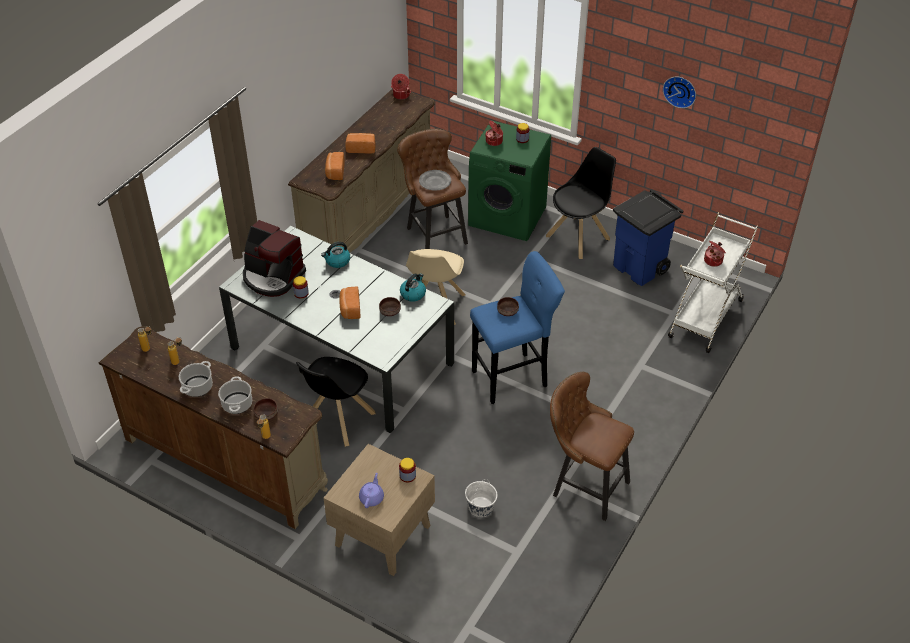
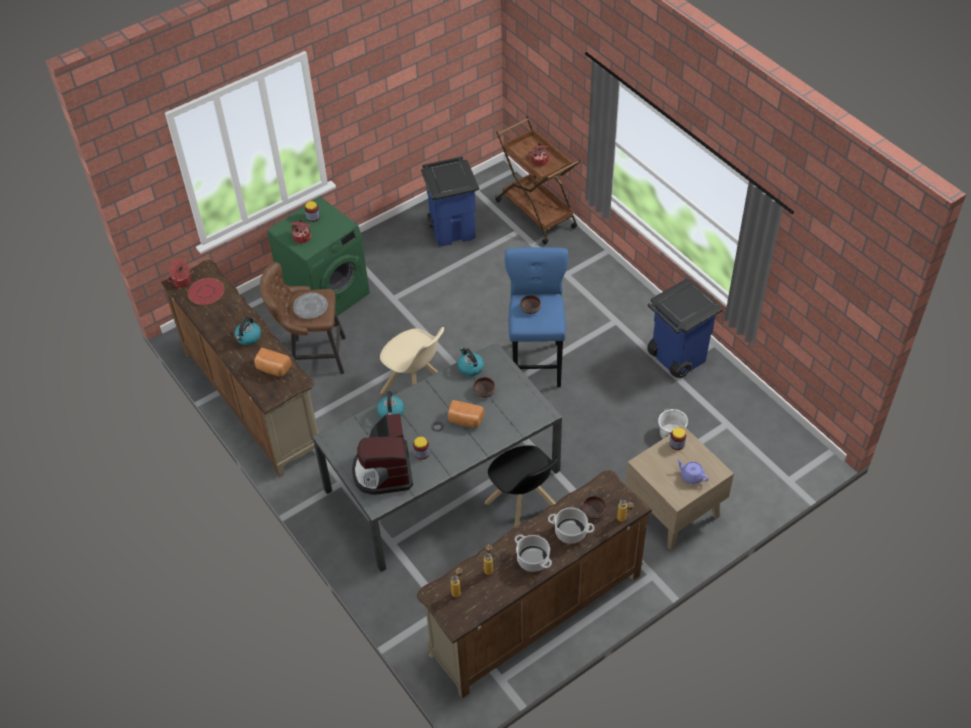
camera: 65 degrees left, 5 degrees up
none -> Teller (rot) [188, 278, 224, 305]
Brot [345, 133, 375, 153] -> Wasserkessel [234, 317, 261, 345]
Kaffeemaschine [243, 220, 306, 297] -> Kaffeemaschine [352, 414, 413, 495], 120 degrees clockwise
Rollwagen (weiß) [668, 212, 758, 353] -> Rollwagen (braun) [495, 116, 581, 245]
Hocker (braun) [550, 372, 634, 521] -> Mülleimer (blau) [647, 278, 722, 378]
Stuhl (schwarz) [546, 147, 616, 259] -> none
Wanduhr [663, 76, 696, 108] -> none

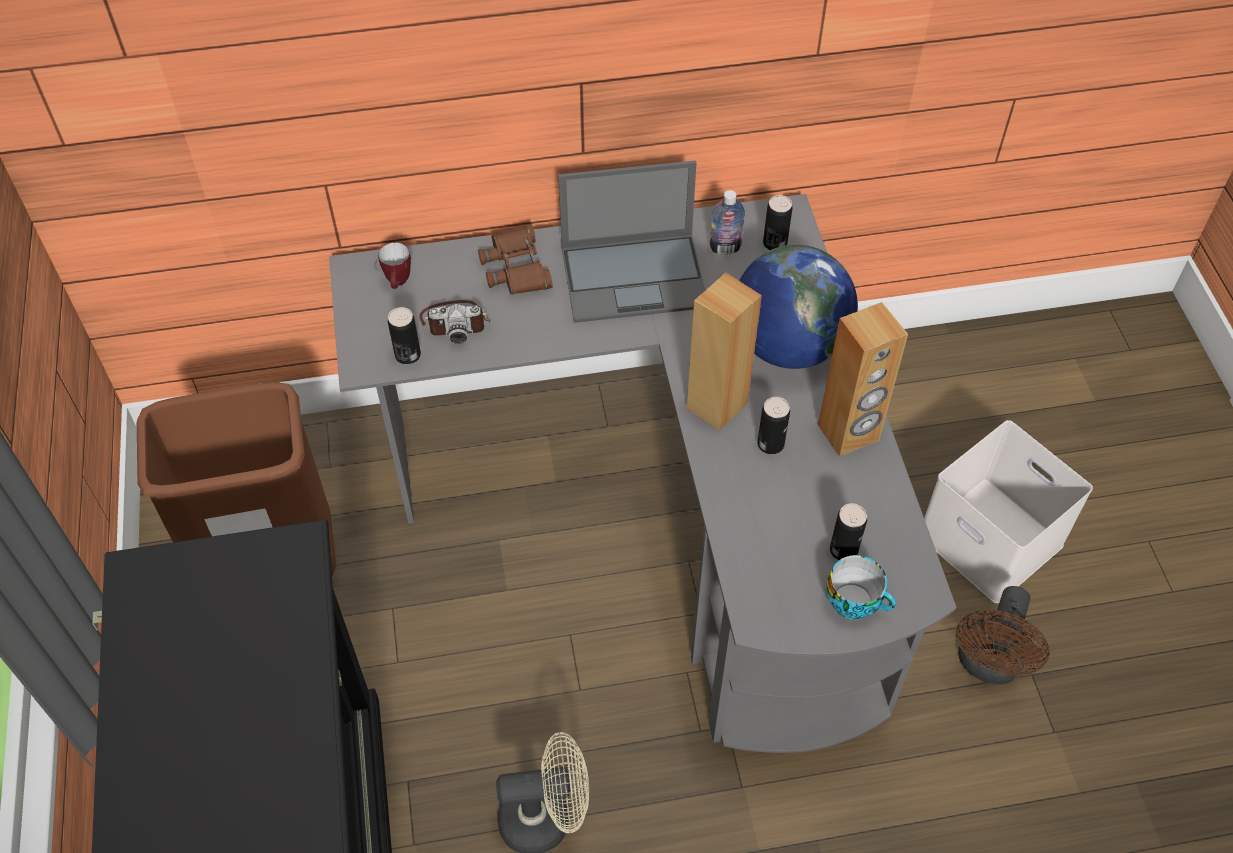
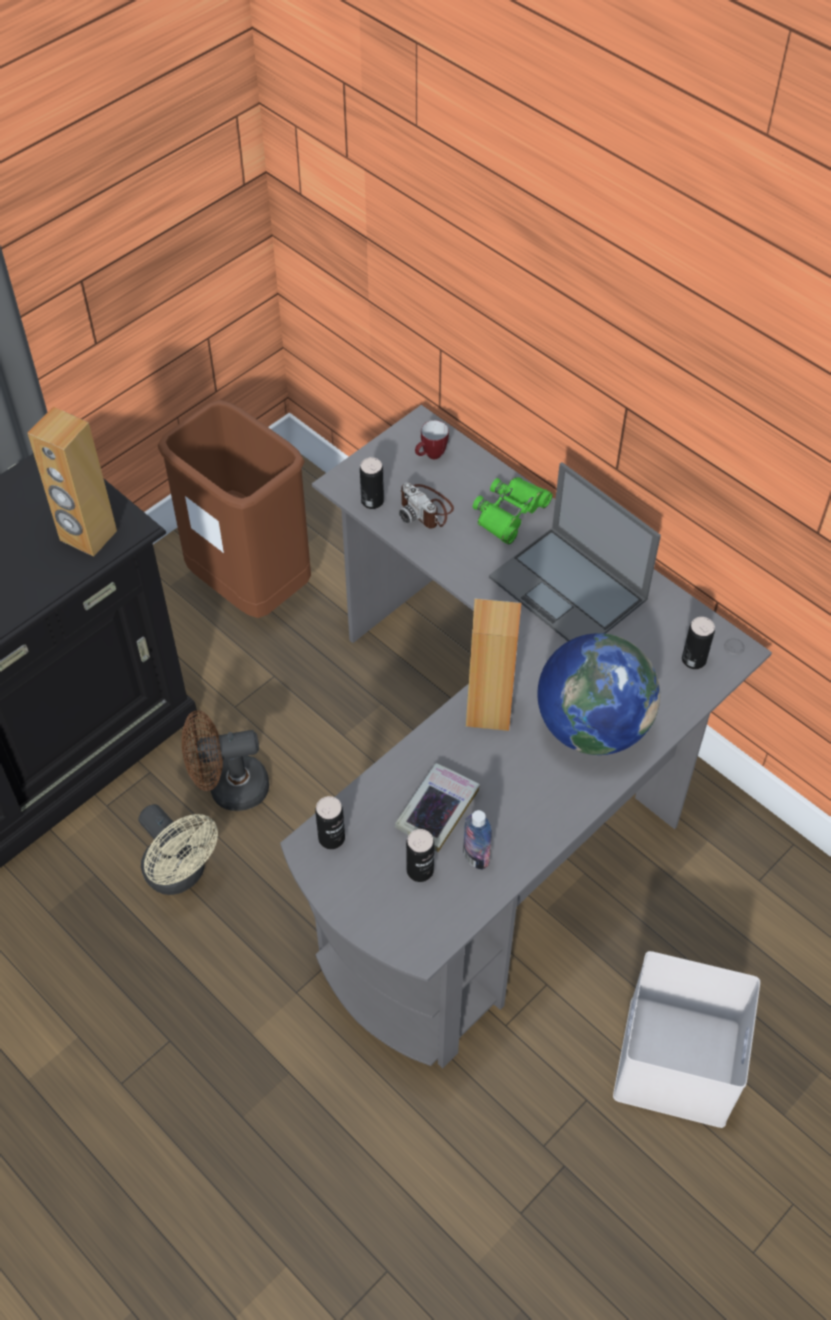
camera: 55 degrees right, 0 degrees up
Lautsprecher (braun) [818, 302, 908, 457] -> Lautsprecher (braun) [28, 407, 117, 557], shifted
Ventilator (braun) [956, 586, 1050, 684] -> Ventilator (braun) [182, 710, 269, 811], shifted
Dose [757, 397, 790, 454] -> Dose [315, 796, 345, 849], shifted
none -> Buch [395, 763, 480, 852]
Flasche [710, 190, 745, 255] -> Flasche [463, 810, 492, 870], shifted
Fernglas (braun) [478, 224, 553, 295] -> Fernglas (grün) [473, 477, 553, 545]
Tasse [826, 555, 896, 620] -> none

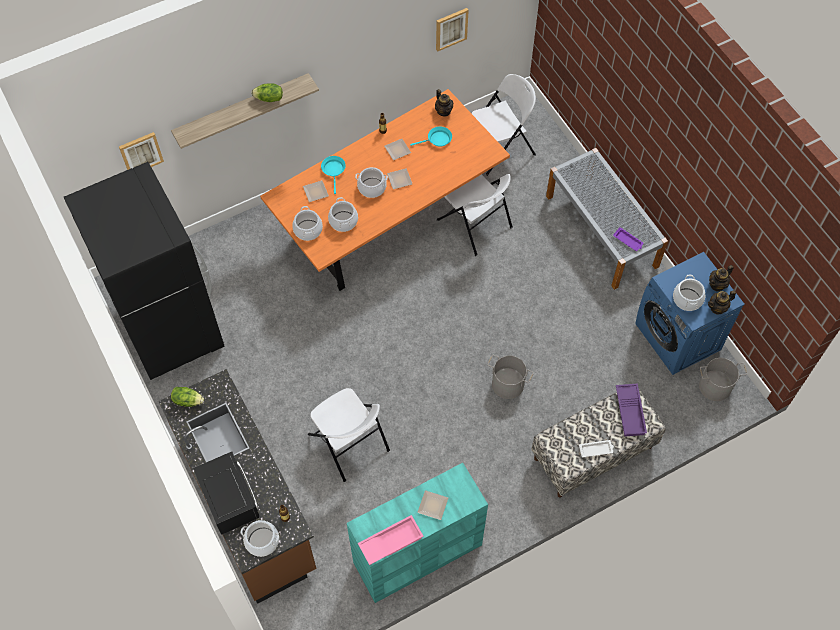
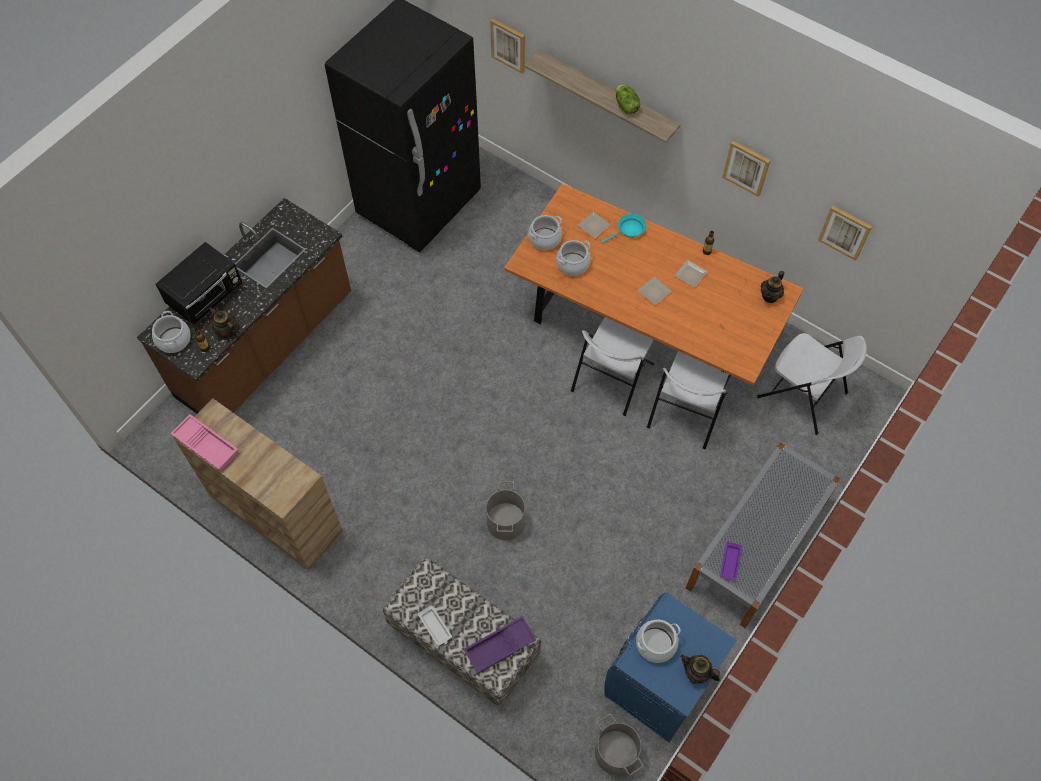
camera: 65 degrees right, 0 degrees up
Bücherregal (türkis) [347, 463, 488, 603] -> Bücherregal (braun) [174, 399, 343, 570]
Teekanne [708, 290, 736, 314] -> Teekanne [209, 308, 238, 339], shifted
Stuhl (weiß) [308, 388, 390, 482] -> Stuhl (weiß) [571, 317, 655, 417], shifted
none -> Bild [722, 141, 771, 197]
Salatkopf [171, 387, 204, 407] -> none
Kochtopf [355, 167, 388, 198] -> none
Pfanne (türkis) [410, 126, 452, 147] -> none
Teller [417, 490, 448, 520] -> none

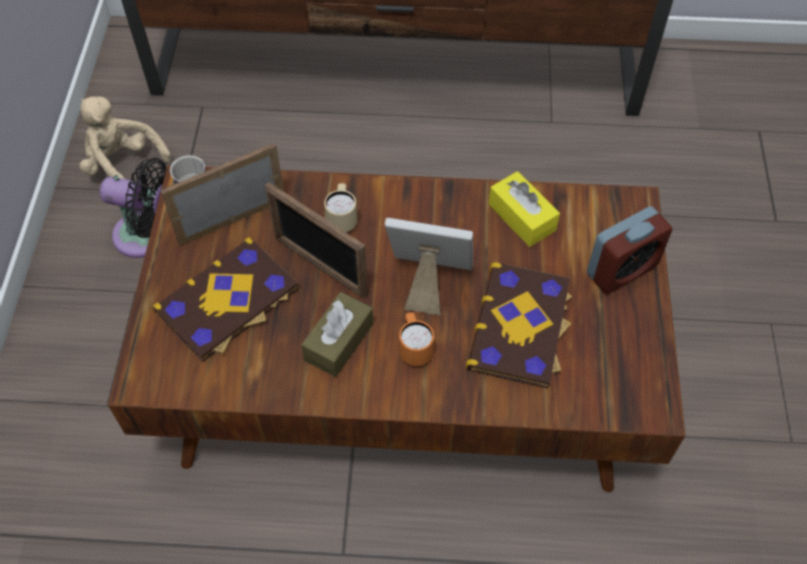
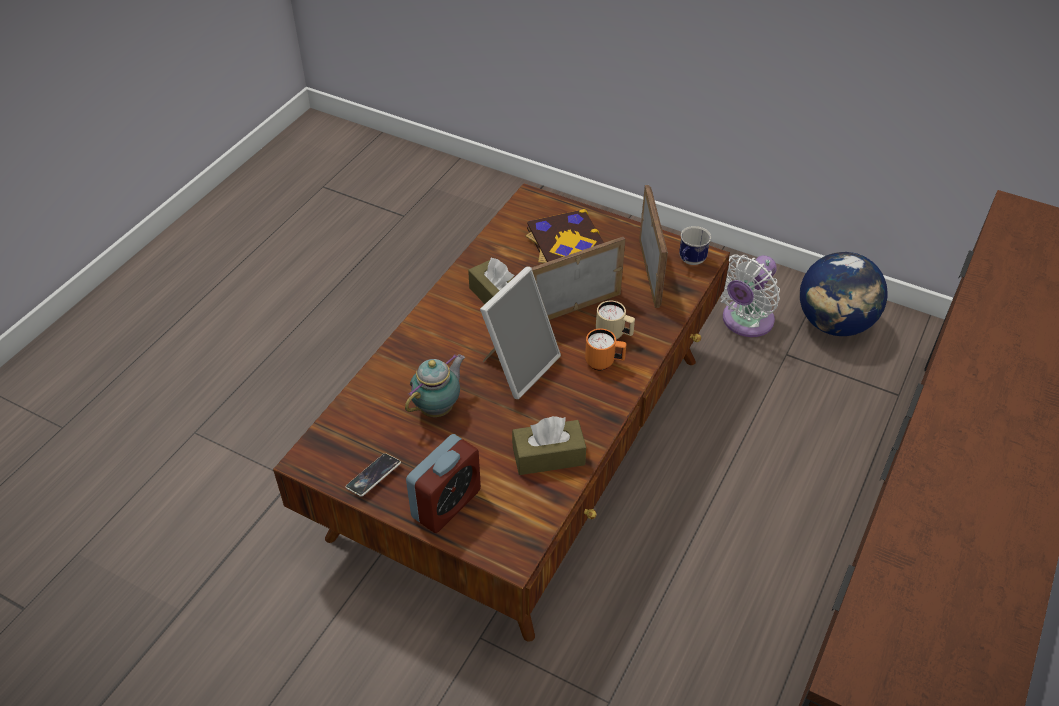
camera: 115 degrees right, 10 degrees down
none -> Handy [346, 453, 401, 497]
Buch [466, 262, 572, 388] -> Teekanne [405, 354, 465, 417]
Wecker [587, 206, 673, 295] -> Wecker [406, 434, 481, 533], 135 degrees counterclockwise
Taschentuchbox (gelb) [489, 171, 560, 247] -> Taschentuchbox (braun) [512, 416, 586, 475]
Henkelbecher (orange) [399, 312, 434, 366] -> Henkelbecher (orange) [585, 328, 626, 370], shifted
Ventilator (schwarz) [100, 158, 167, 258] -> Ventilator (weiß) [720, 254, 780, 337]
Plüschtier (beige) [79, 96, 172, 179] -> Globus [800, 252, 888, 336]

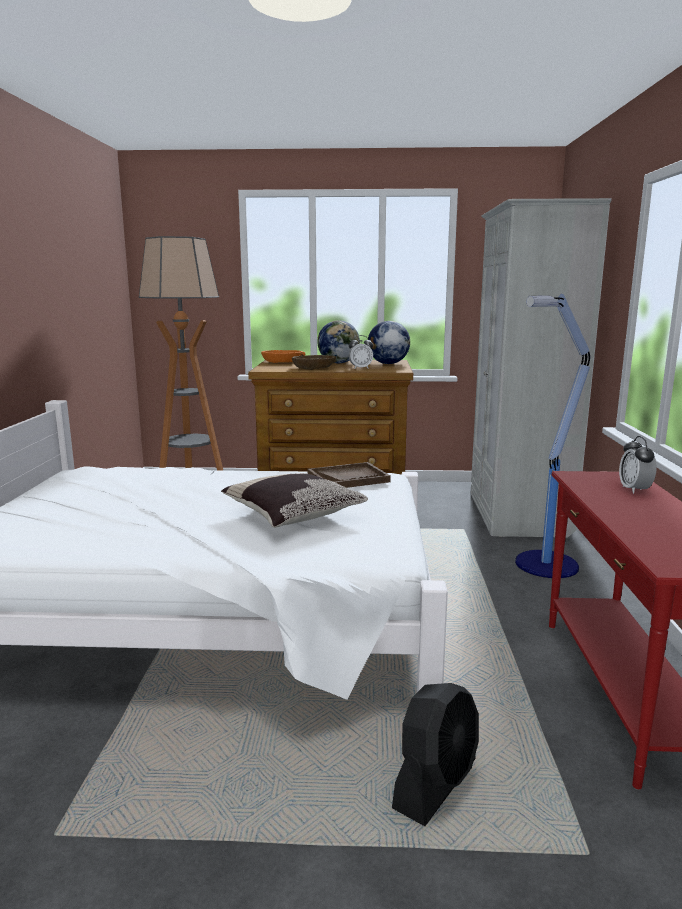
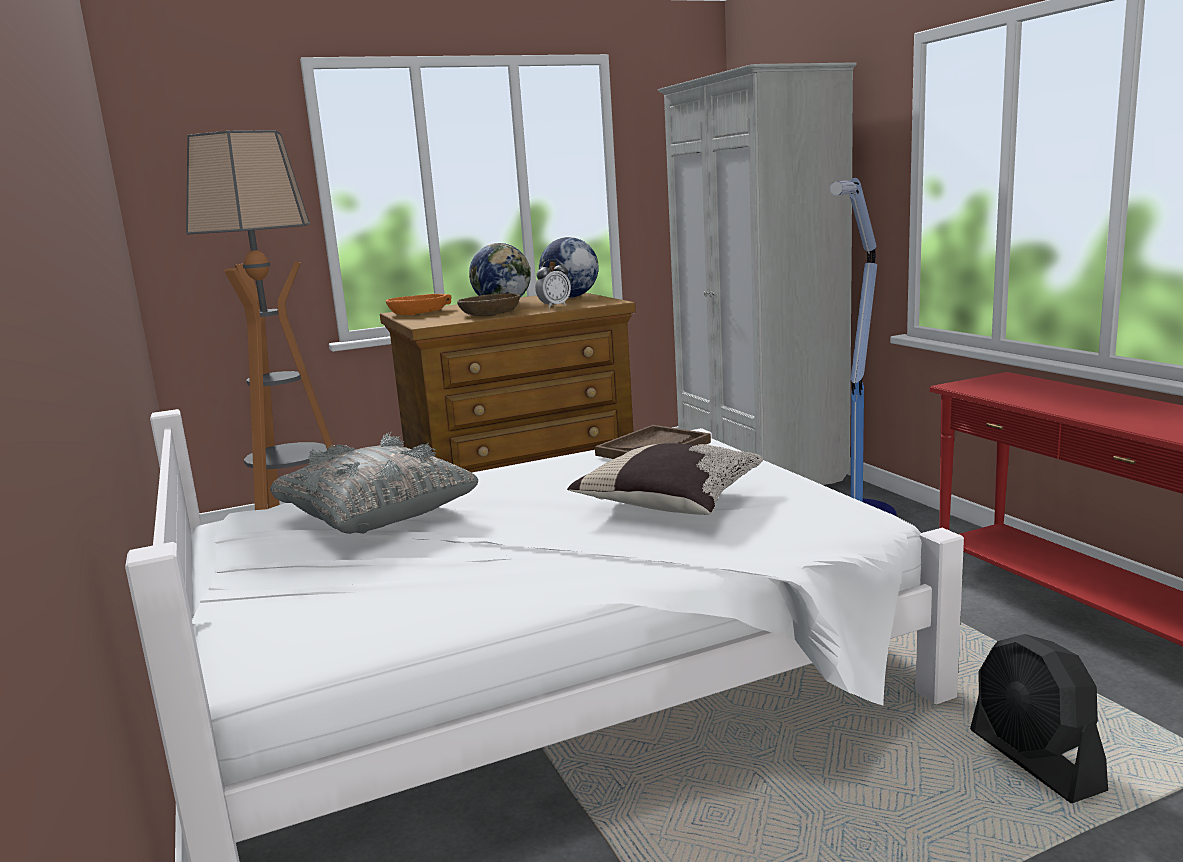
camera: 25 degrees left, 0 degrees up
none -> Kissen (grau) [270, 431, 478, 534]
Ventilator (schwarz) [392, 683, 479, 826] -> Ventilator (schwarz) [970, 634, 1108, 803], 150 degrees clockwise
Wecker [619, 436, 657, 494] -> none

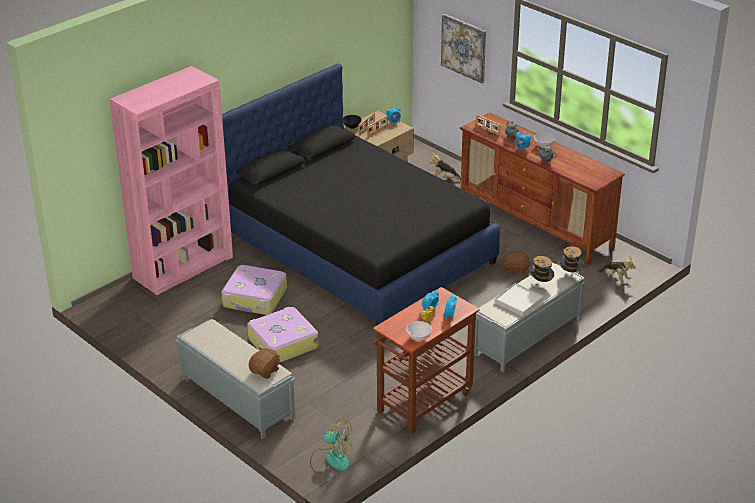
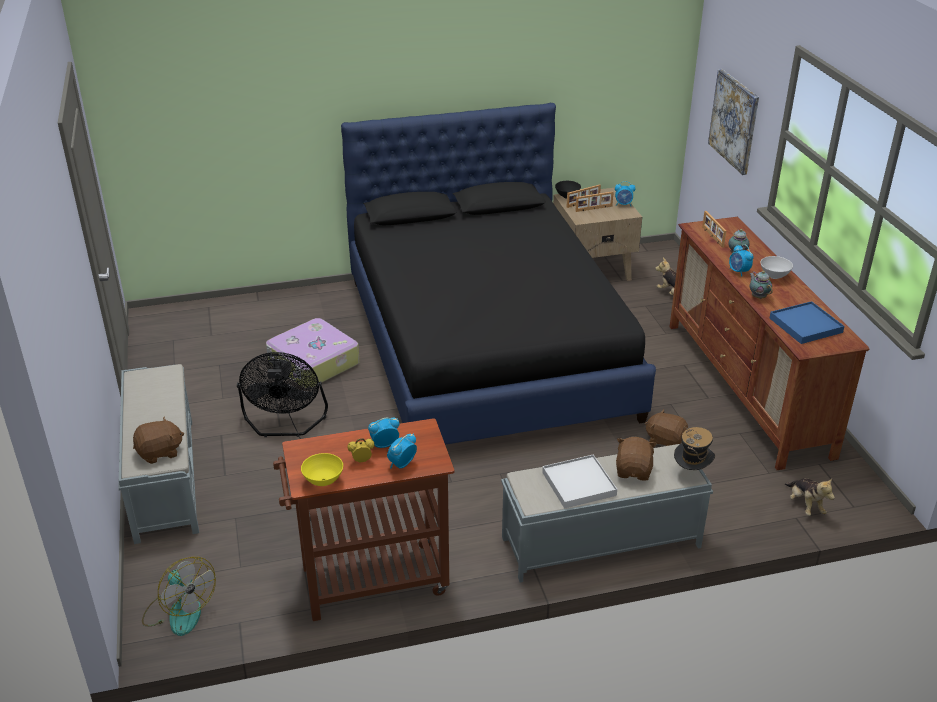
camera: 30 degrees right, 0 degrees up
Koffer [247, 307, 318, 363] -> Ventilator (schwarz) [237, 352, 328, 439]
Schüssel (weiß) [406, 321, 432, 341] -> Schüssel (gelb) [301, 453, 343, 486]
Hut [529, 256, 554, 282] -> Plüschtier (braun) [616, 437, 657, 481]
none -> Tablett (blau) [770, 301, 845, 344]
Bücherregal (rosa) [110, 66, 233, 295] -> none

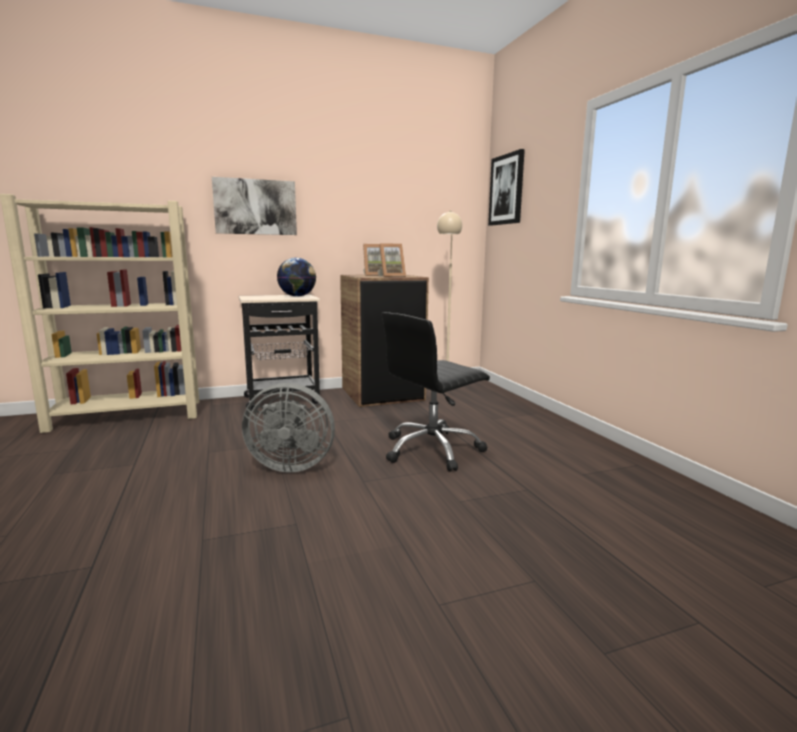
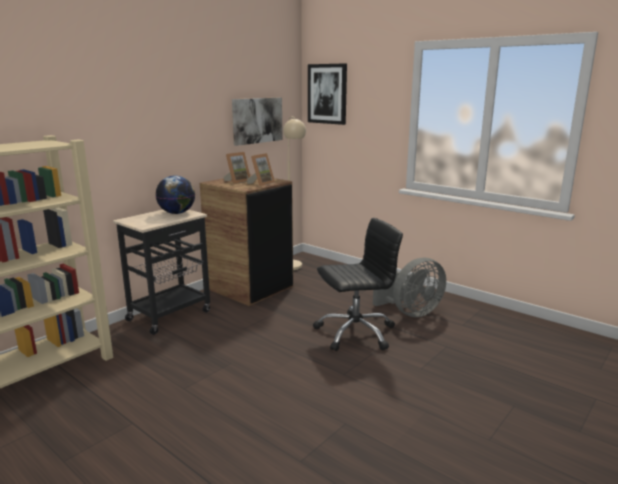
camera: 30 degrees left, 5 degrees up
Bild [212, 177, 297, 235] -> Bild [232, 97, 283, 146], shifted
Bürostuhl (schwarz) [382, 312, 490, 472] -> Bürostuhl (schwarz) [313, 218, 403, 351], 135 degrees counterclockwise
Ventilator (grau) [242, 383, 335, 473] -> Ventilator (grau) [373, 257, 446, 317], shifted

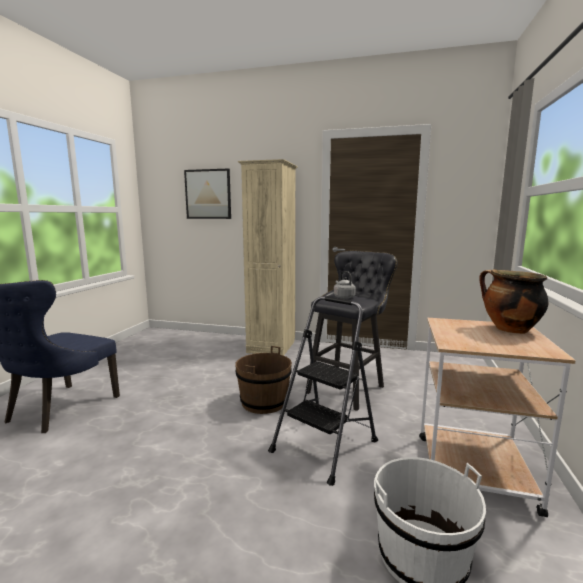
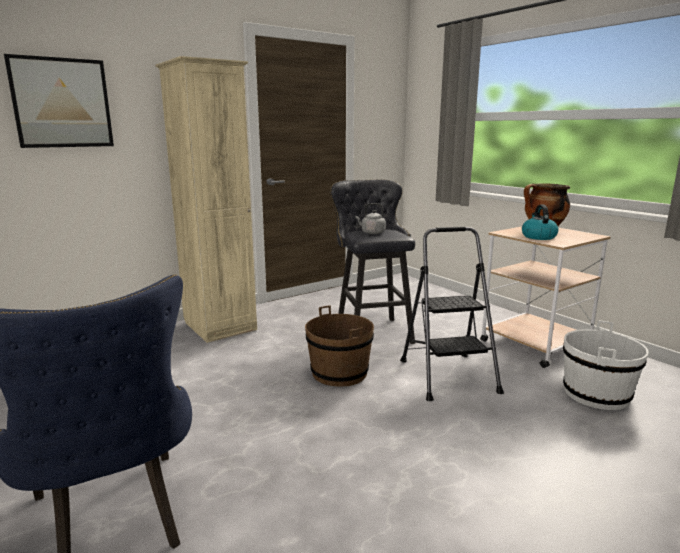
camera: 50 degrees left, 5 degrees up
none -> Wasserkessel [522, 204, 559, 240]

